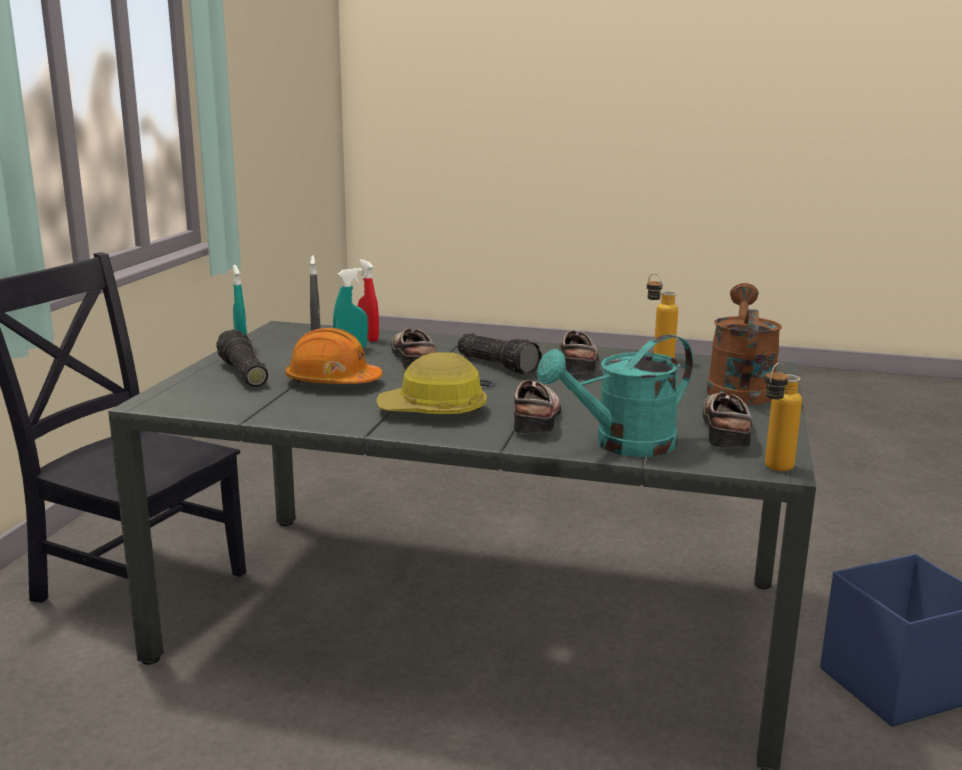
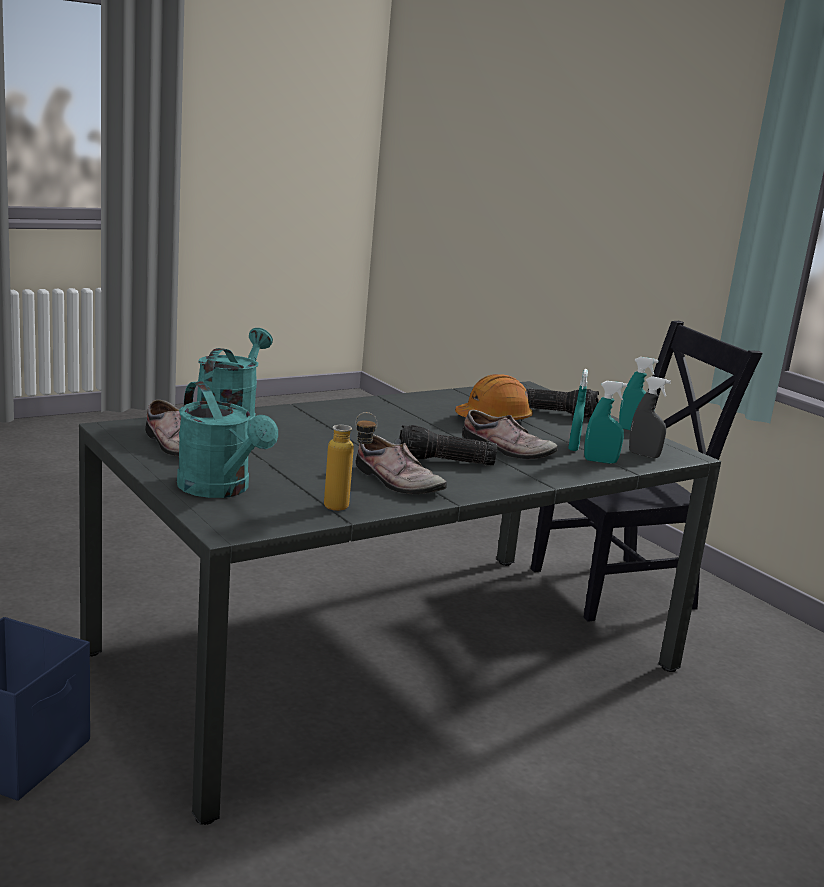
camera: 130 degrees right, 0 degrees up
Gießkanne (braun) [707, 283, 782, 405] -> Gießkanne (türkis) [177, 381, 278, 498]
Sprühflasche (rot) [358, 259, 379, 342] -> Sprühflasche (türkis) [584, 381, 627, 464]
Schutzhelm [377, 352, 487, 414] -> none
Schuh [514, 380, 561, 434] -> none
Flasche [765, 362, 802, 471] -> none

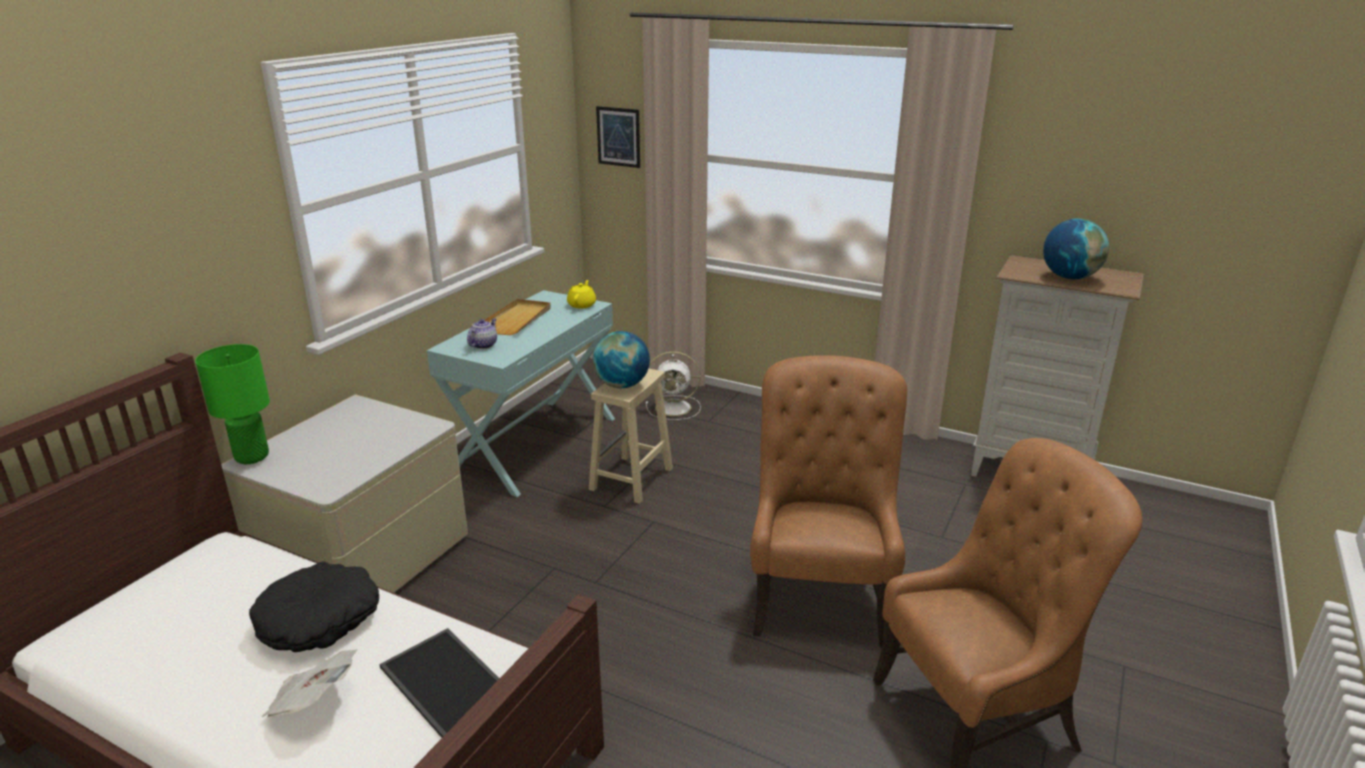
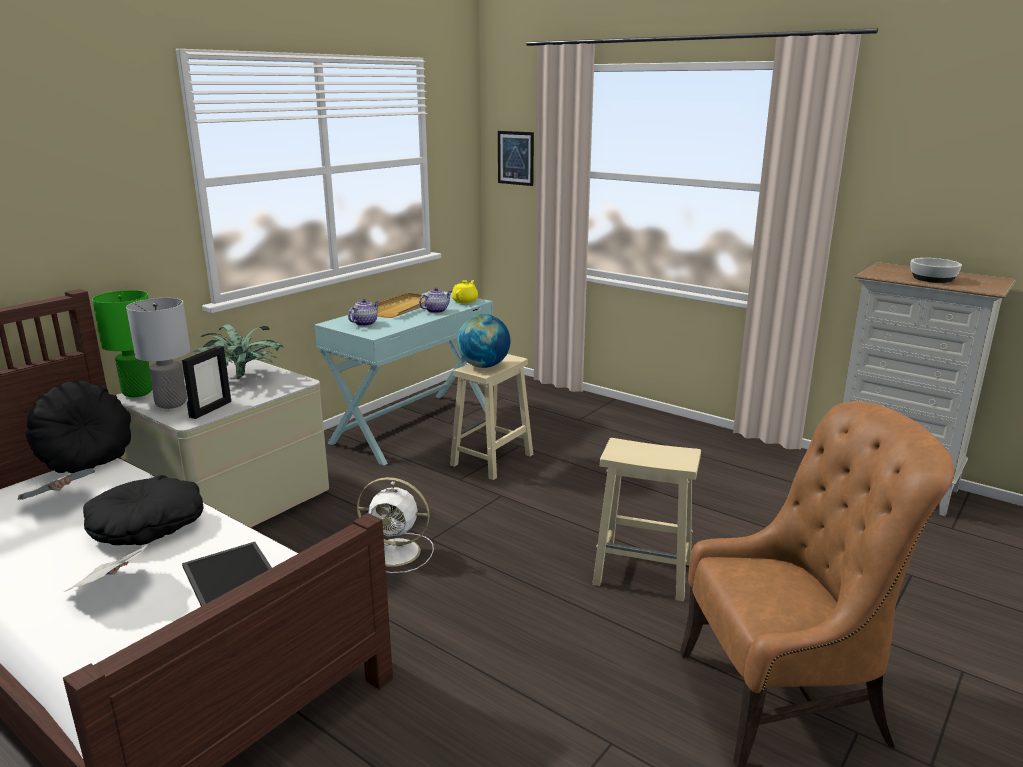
camera: 10 degrees right, 5 degrees down
none -> Zeitung [18, 468, 95, 500]
none -> Kissen (schwarz) [26, 381, 131, 473]
none -> Tischlampe (grau) [126, 298, 191, 409]
none -> Bilderrahmen [182, 346, 231, 419]
none -> Topfpflanze [194, 324, 284, 379]
Ventilator (weiß) [646, 351, 701, 420] -> Ventilator (weiß) [357, 477, 434, 573], shifted
none -> Teekanne [419, 288, 452, 313]
Stuhl (braun) [750, 355, 907, 648] -> Hocker (beige) [592, 438, 701, 602]
Globus [1043, 218, 1109, 279] -> Schüssel [910, 258, 962, 283]

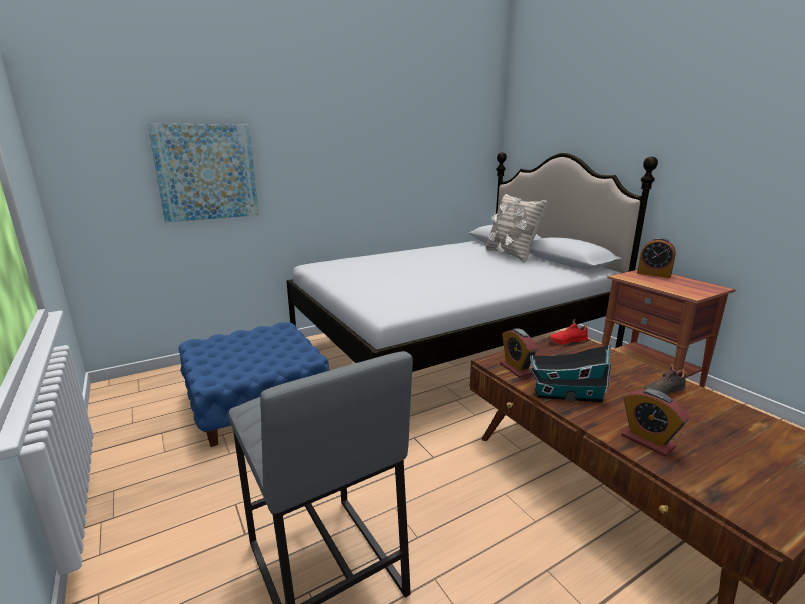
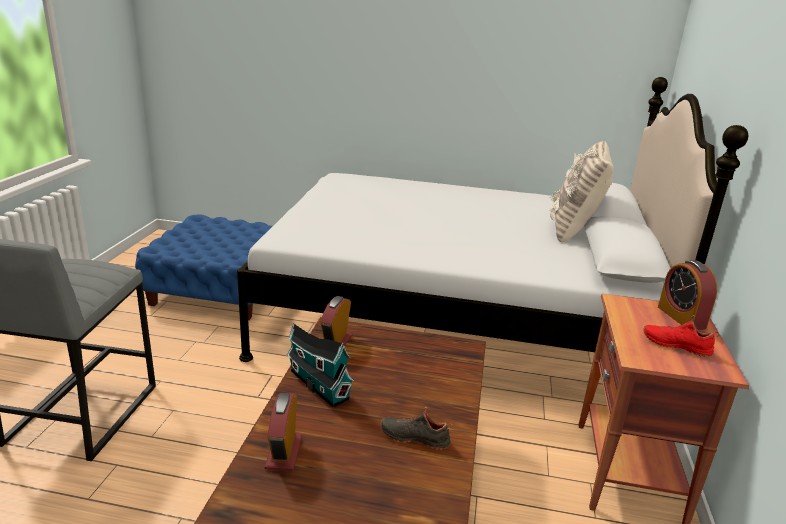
camera: 40 degrees right, 5 degrees up
Schuh (rot) [548, 319, 589, 345] -> Schuh (rot) [643, 315, 720, 357], shifted
Bild [147, 123, 259, 222] -> none

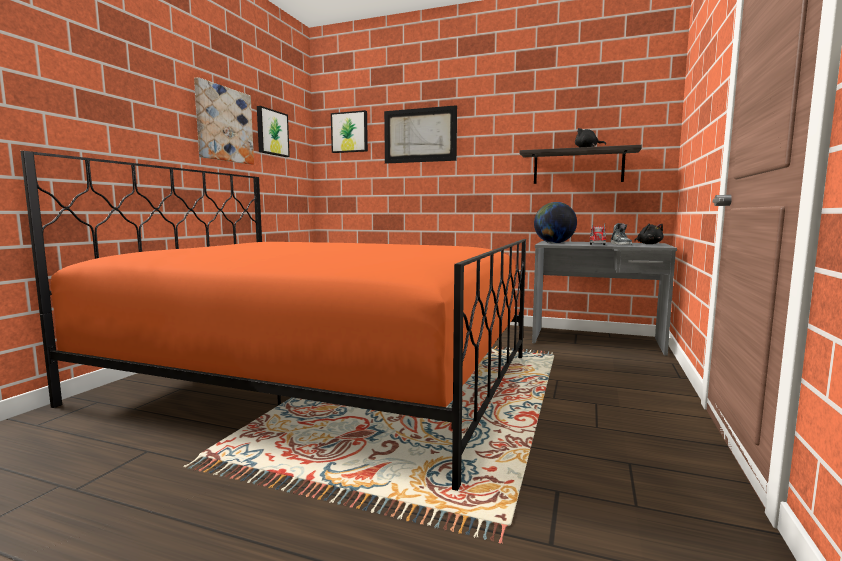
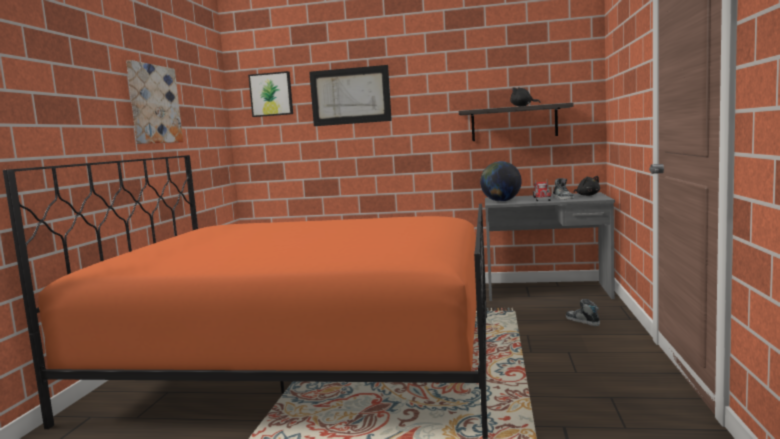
camera: 10 degrees left, 0 degrees up
none -> Schuh [566, 299, 600, 326]
Bild [257, 106, 290, 157] -> none

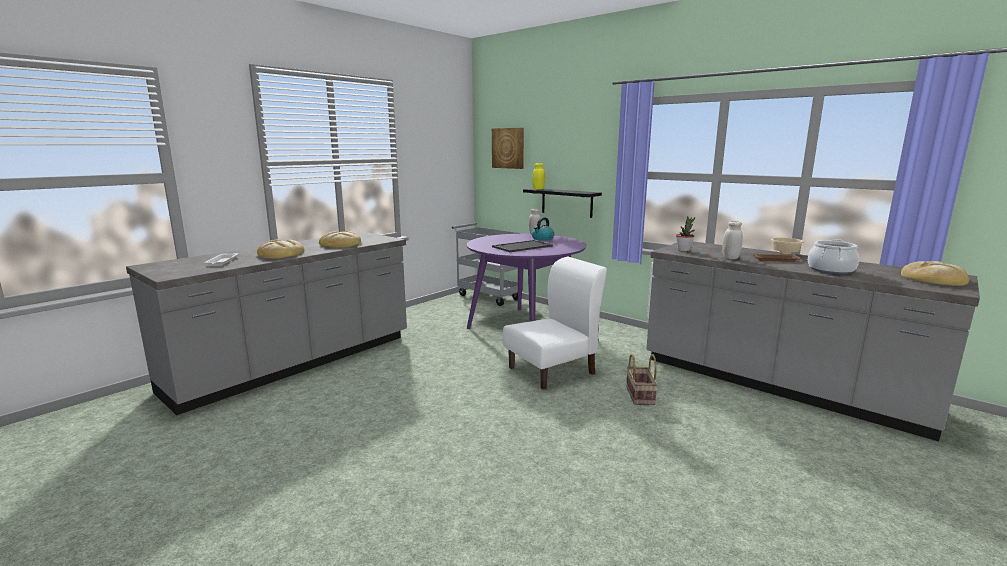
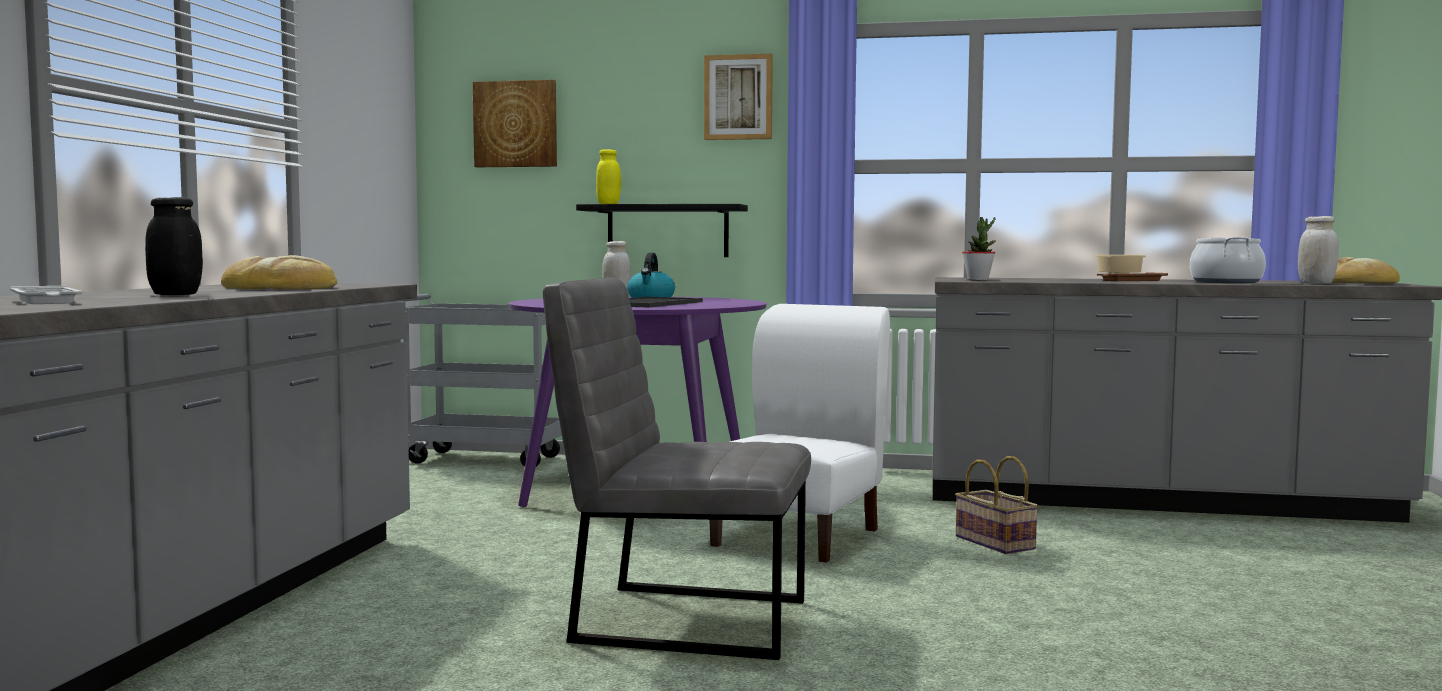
camera: 30 degrees left, 10 degrees down
Brot [257, 239, 304, 259] -> Vorratsglas (schwarz) [145, 197, 203, 295]
none -> Stuhl (grau) [543, 277, 811, 660]
none -> Bild [704, 54, 773, 140]
Vorratsglas (weiß) [722, 221, 743, 259] -> Vorratsglas (weiß) [1298, 216, 1339, 284], shifted

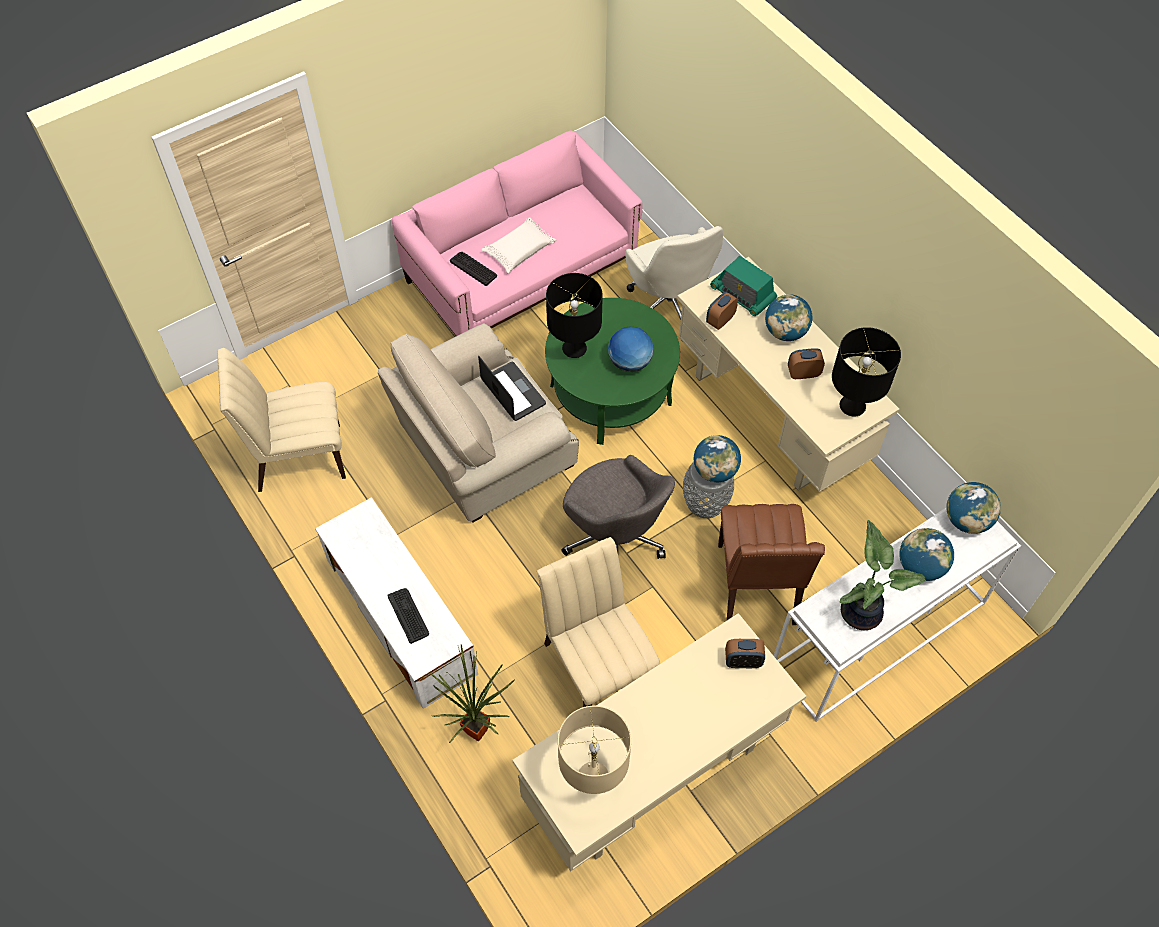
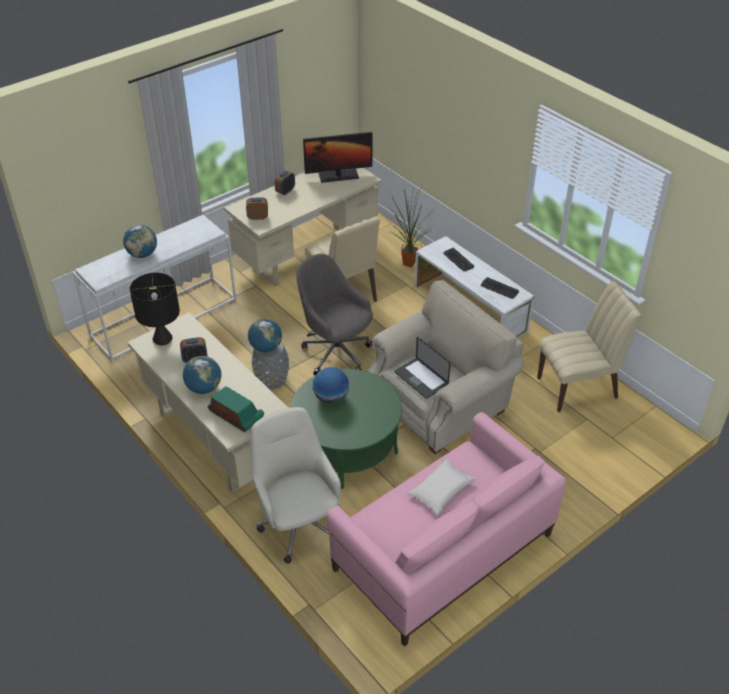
camera: 175 degrees right, 15 degrees down
Wecker [706, 292, 738, 330] -> Wecker [274, 170, 295, 195], shifted
Tischlampe (beige) [558, 706, 631, 794] -> Monitor [303, 132, 373, 183]
Tastatur [450, 252, 497, 286] -> Tastatur [481, 277, 519, 299], shifted
Tischlampe (schwarz) [546, 273, 603, 358] -> none
Stuhl (braun) [718, 504, 825, 625] -> none
Topfpflanze [840, 520, 926, 630] -> none
Globus [946, 482, 1001, 534] -> none

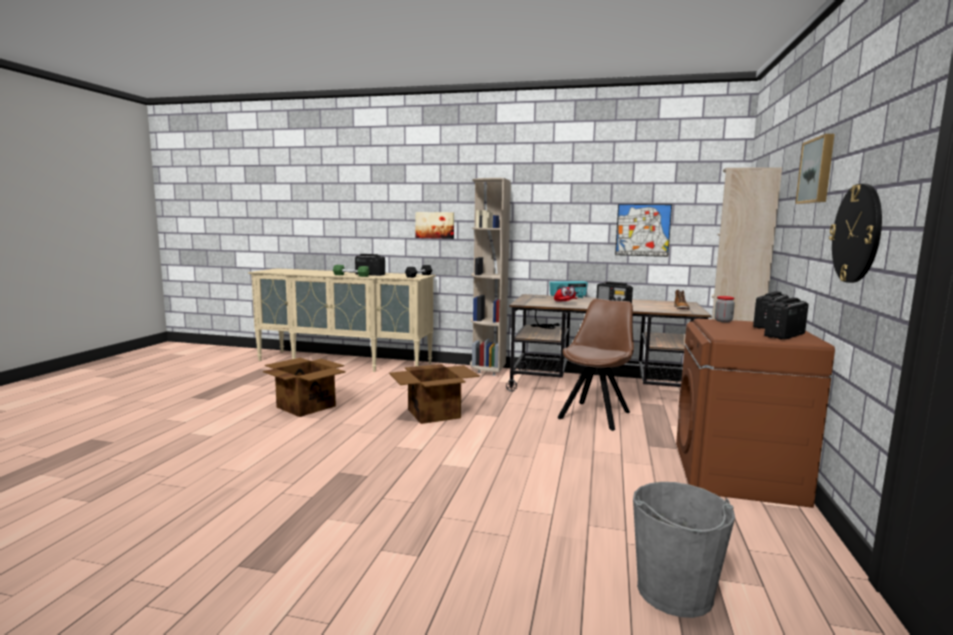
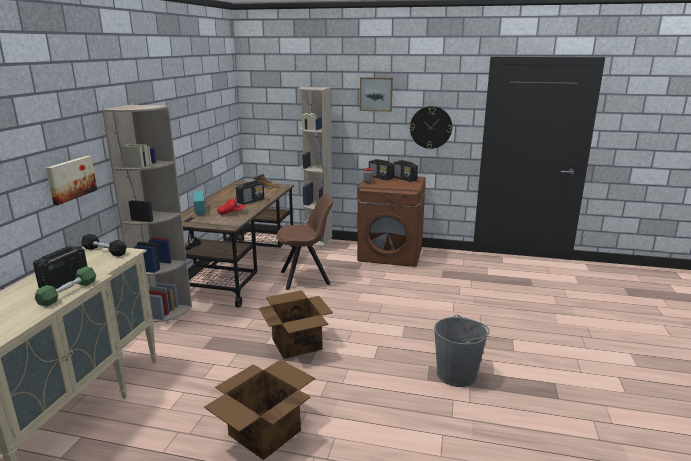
camera: 90 degrees left, 10 degrees up
Stuhl (braun) [557, 299, 634, 431] -> Stuhl (braun) [276, 193, 334, 290], 135 degrees clockwise
Eimer (grau) [633, 482, 735, 618] -> Eimer (grau) [434, 315, 490, 387], shifted
Bild [615, 204, 672, 257] -> none

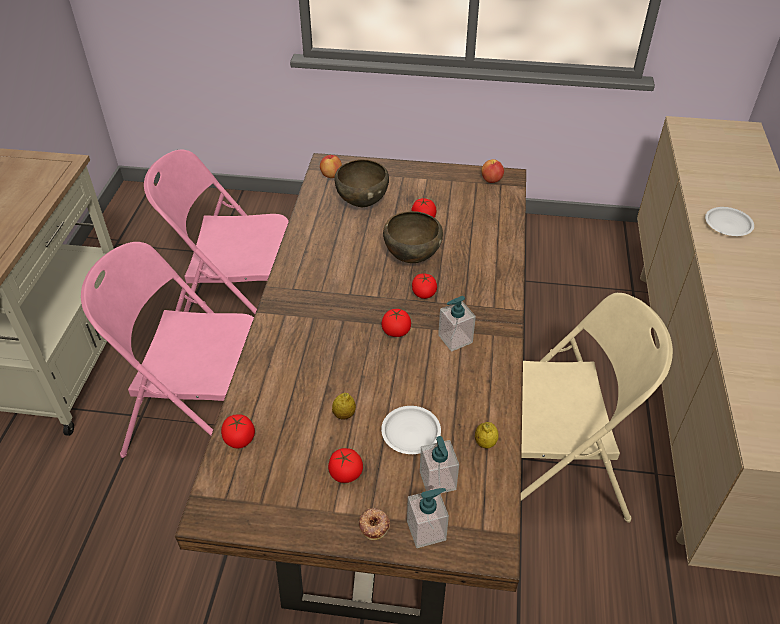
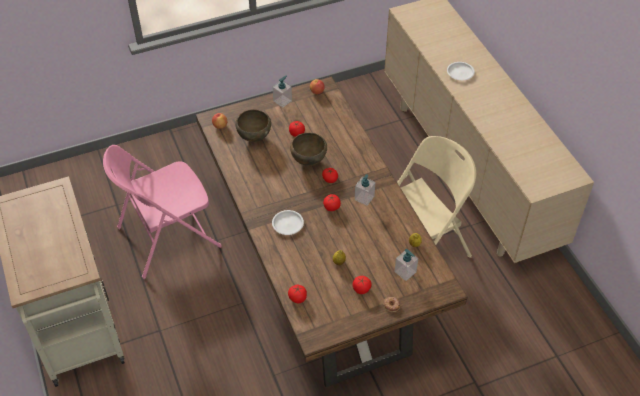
camera: 30 degrees left, 5 degrees up
Teller (weiß) [381, 406, 441, 454] -> Teller (weiß) [272, 210, 304, 235], shifted
Seifenspender [407, 488, 449, 548] -> Seifenspender [273, 76, 292, 108], shifted
Stuhl (rosa) [81, 242, 254, 458] -> none

